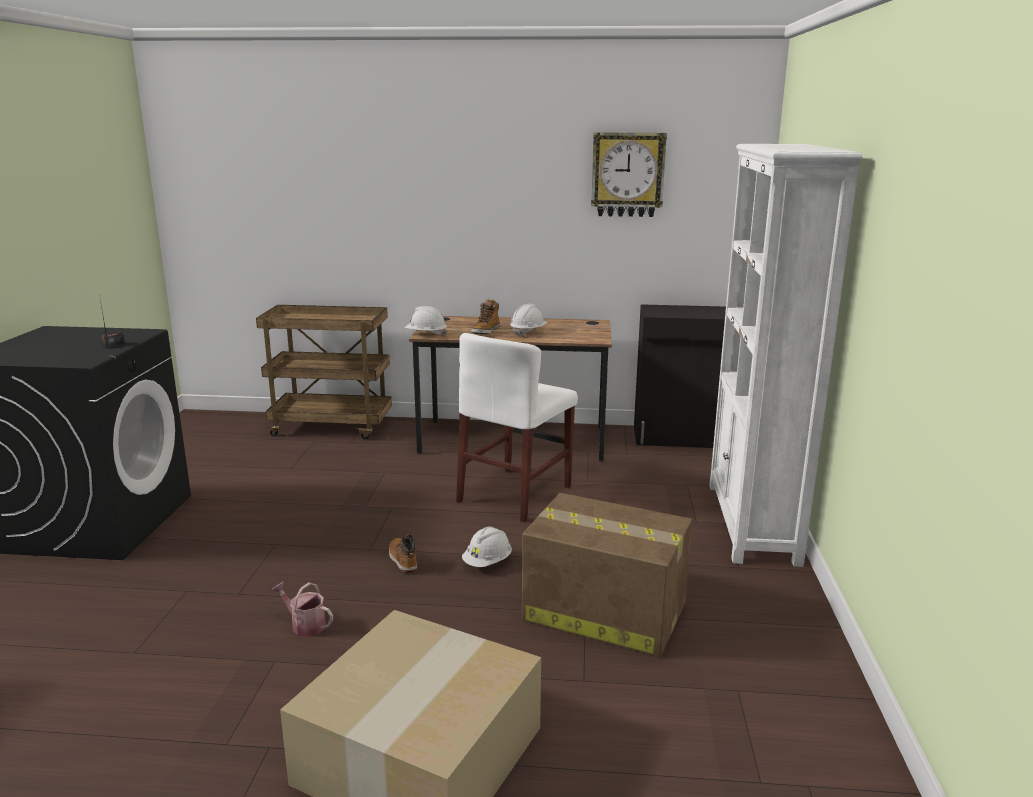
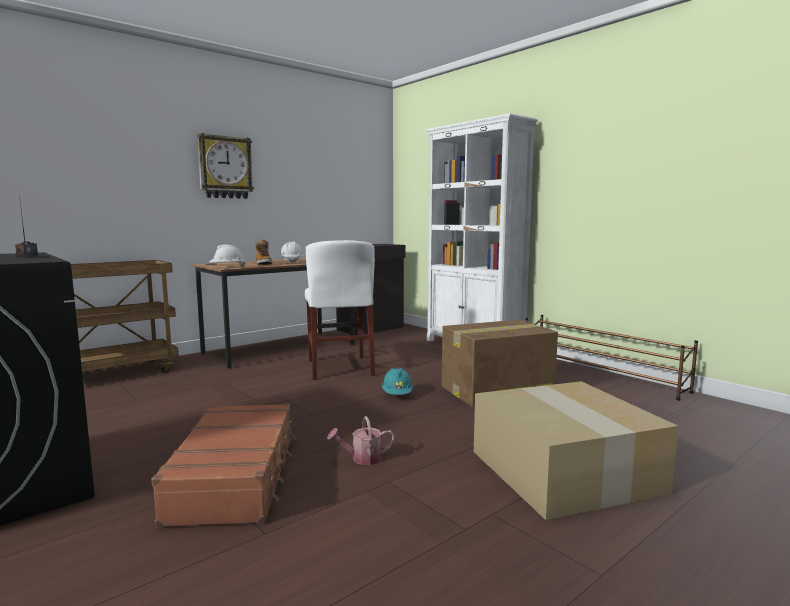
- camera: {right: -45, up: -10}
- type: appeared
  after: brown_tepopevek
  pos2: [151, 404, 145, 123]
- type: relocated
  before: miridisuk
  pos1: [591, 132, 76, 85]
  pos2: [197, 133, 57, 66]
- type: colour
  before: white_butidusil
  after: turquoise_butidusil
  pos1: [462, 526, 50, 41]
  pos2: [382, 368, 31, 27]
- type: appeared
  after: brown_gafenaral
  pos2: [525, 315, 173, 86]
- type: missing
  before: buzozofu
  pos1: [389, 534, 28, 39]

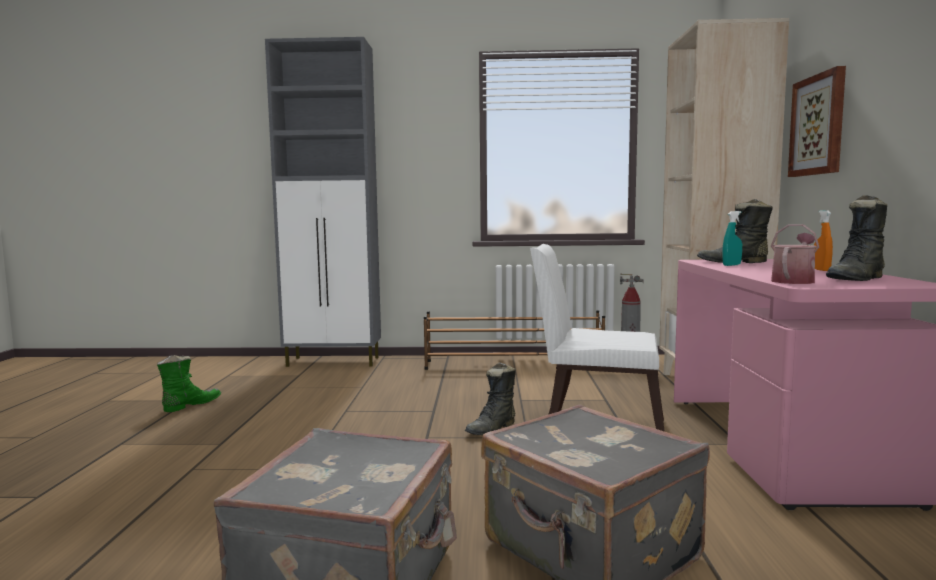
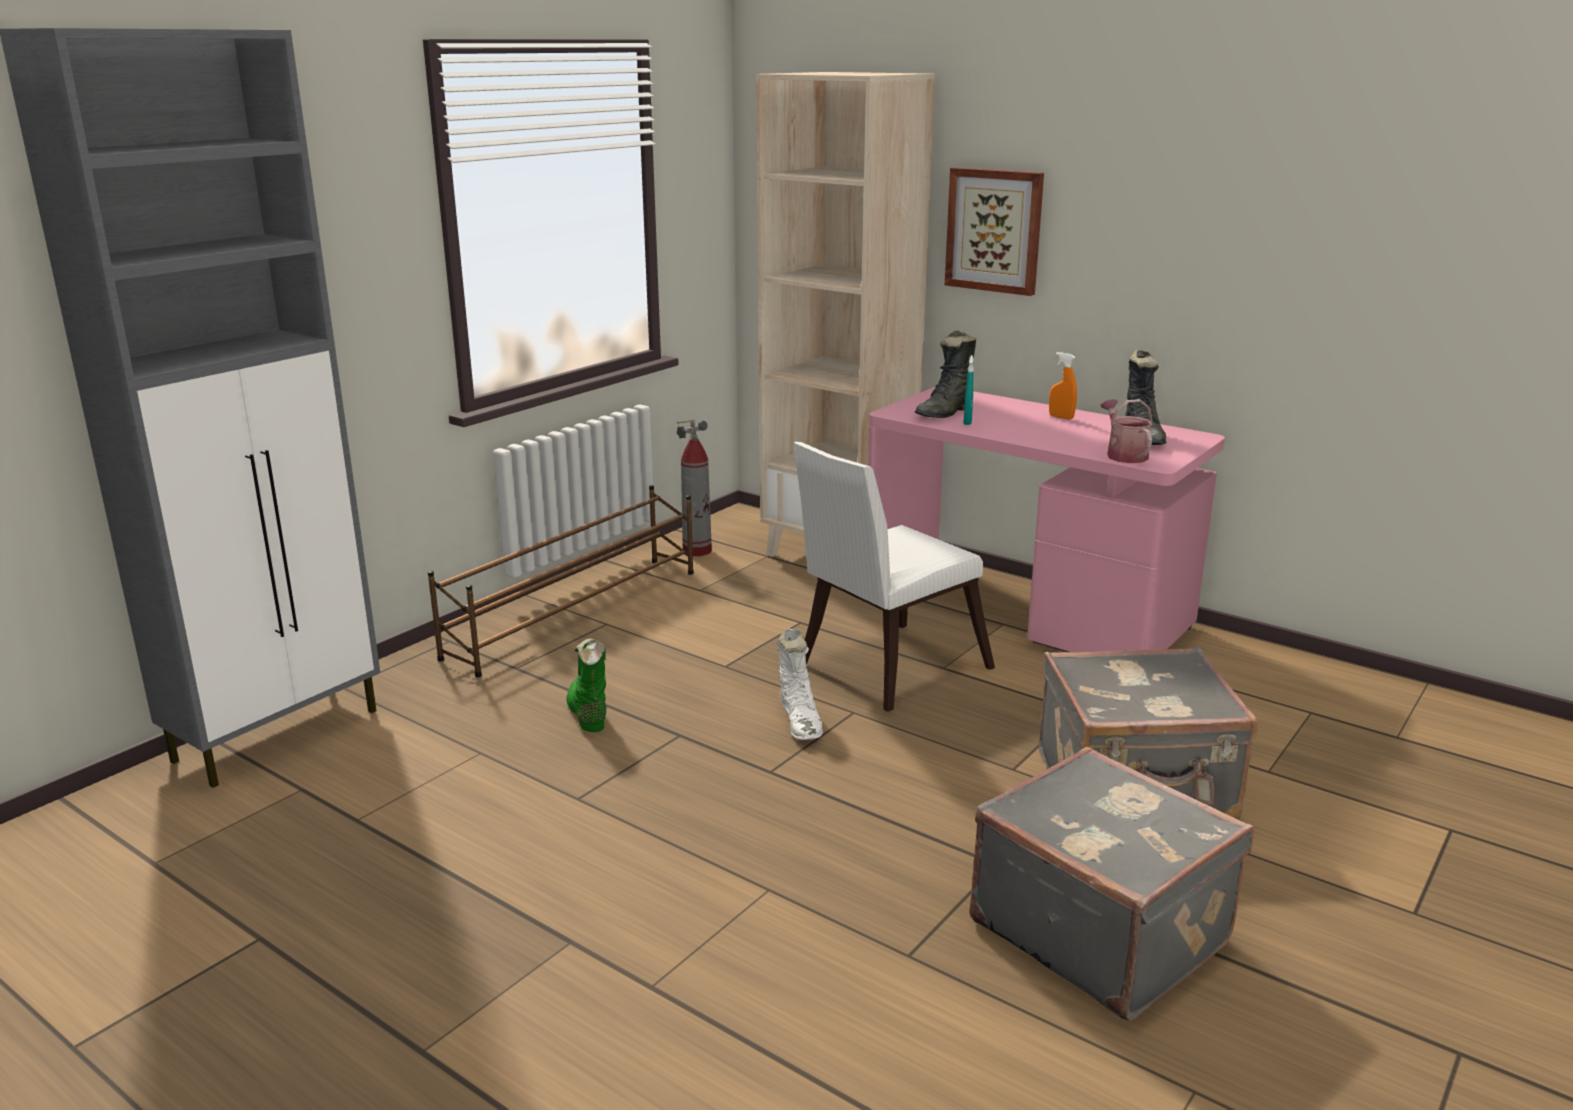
- camera: {right: -55, up: 15}
- type: relocated
  before: green_buzozofu
  pos1: [157, 355, 64, 57]
  pos2: [567, 638, 39, 94]
- type: colour
  before: black_buzozofu
  after: white_buzozofu
  pos1: [465, 362, 51, 73]
  pos2: [777, 628, 46, 112]

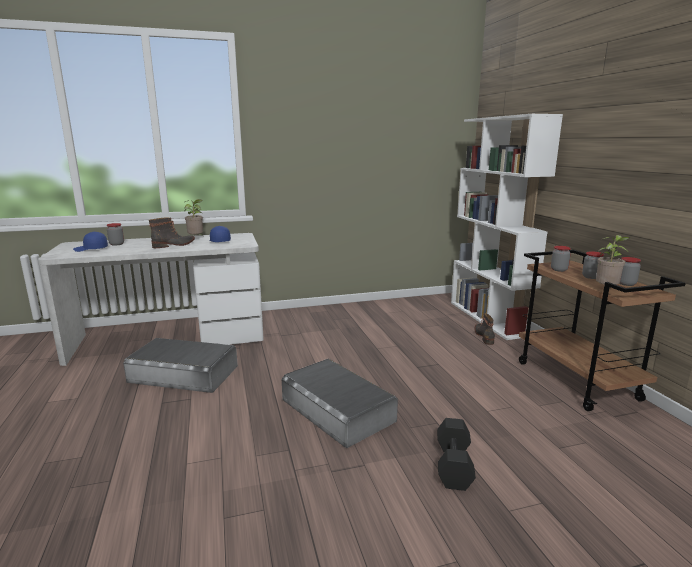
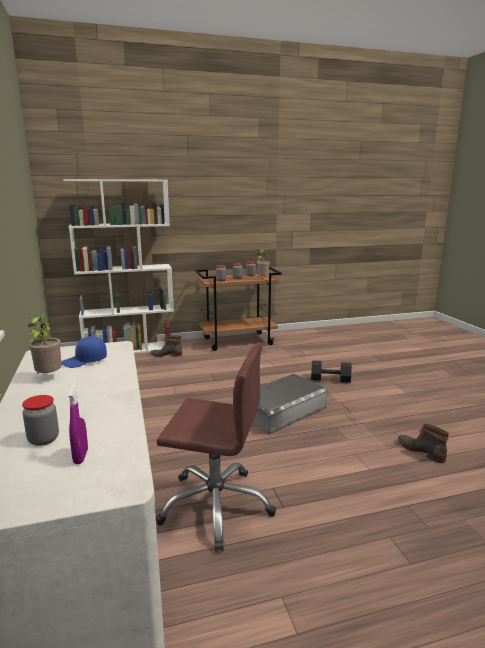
- camera: {right: -90, up: 0}
- type: exchanged
  before: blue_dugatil
  after: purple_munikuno
  pos1: [73, 232, 35, 20]
  pos2: [68, 382, 20, 82]
- type: exchanged
  before: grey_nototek
  after: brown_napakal
  pos1: [123, 338, 115, 55]
  pos2: [156, 342, 120, 209]
- type: relocated
  before: buzozofu
  pos1: [149, 217, 46, 31]
  pos2: [398, 423, 51, 40]

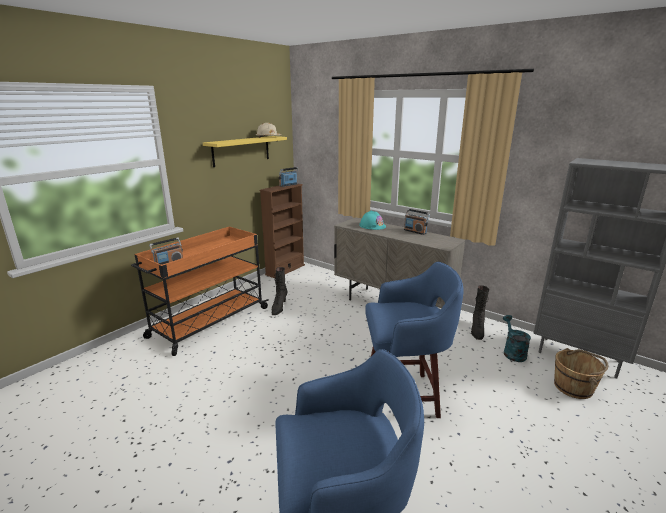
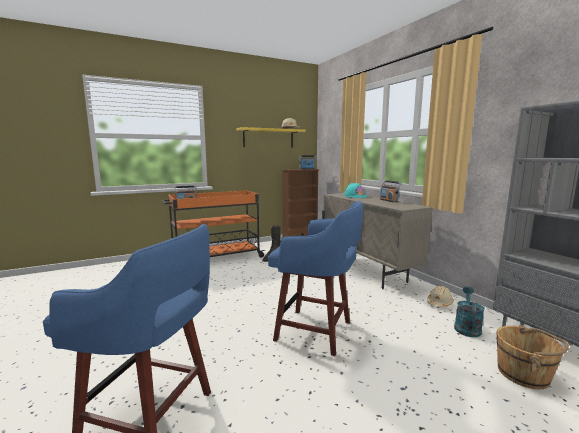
- camera: {right: 25, up: -10}
- type: exchanged
  before: black_buzozofu
  after: beige_butidusil
  pos1: [471, 285, 18, 55]
  pos2: [427, 286, 27, 21]

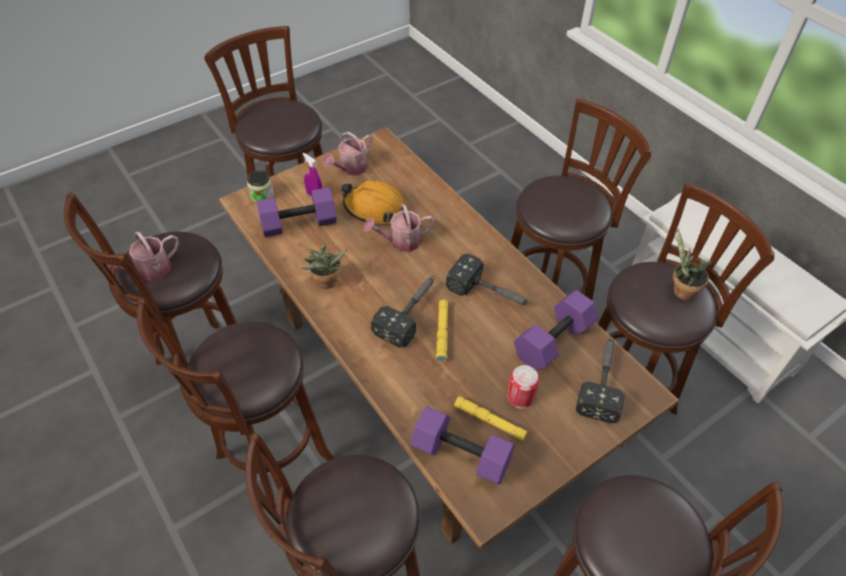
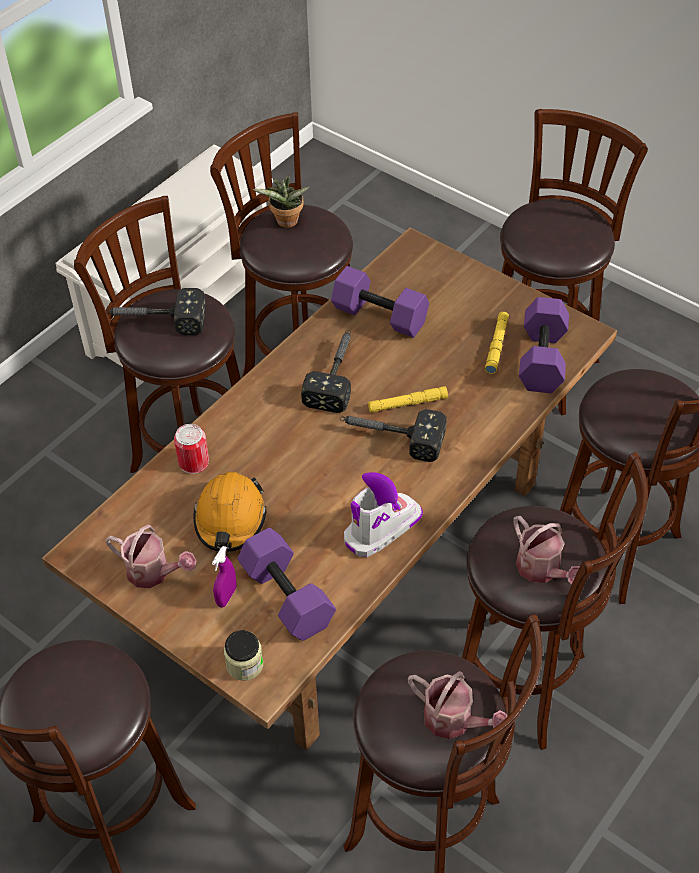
- camera: {right: -105, up: 0}
- type: relocated
  before: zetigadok
  pos1: [576, 337, 49, 86]
  pos2: [106, 288, 100, 47]
- type: relocated
  before: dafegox
  pos1: [507, 365, 33, 44]
  pos2: [174, 424, 35, 50]
- type: exchanged
  before: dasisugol
  after: buzozofu
  pos1: [301, 244, 47, 45]
  pos2: [344, 472, 79, 85]
- type: relocated
  before: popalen
  pos1: [364, 204, 71, 48]
  pos2: [513, 516, 67, 69]

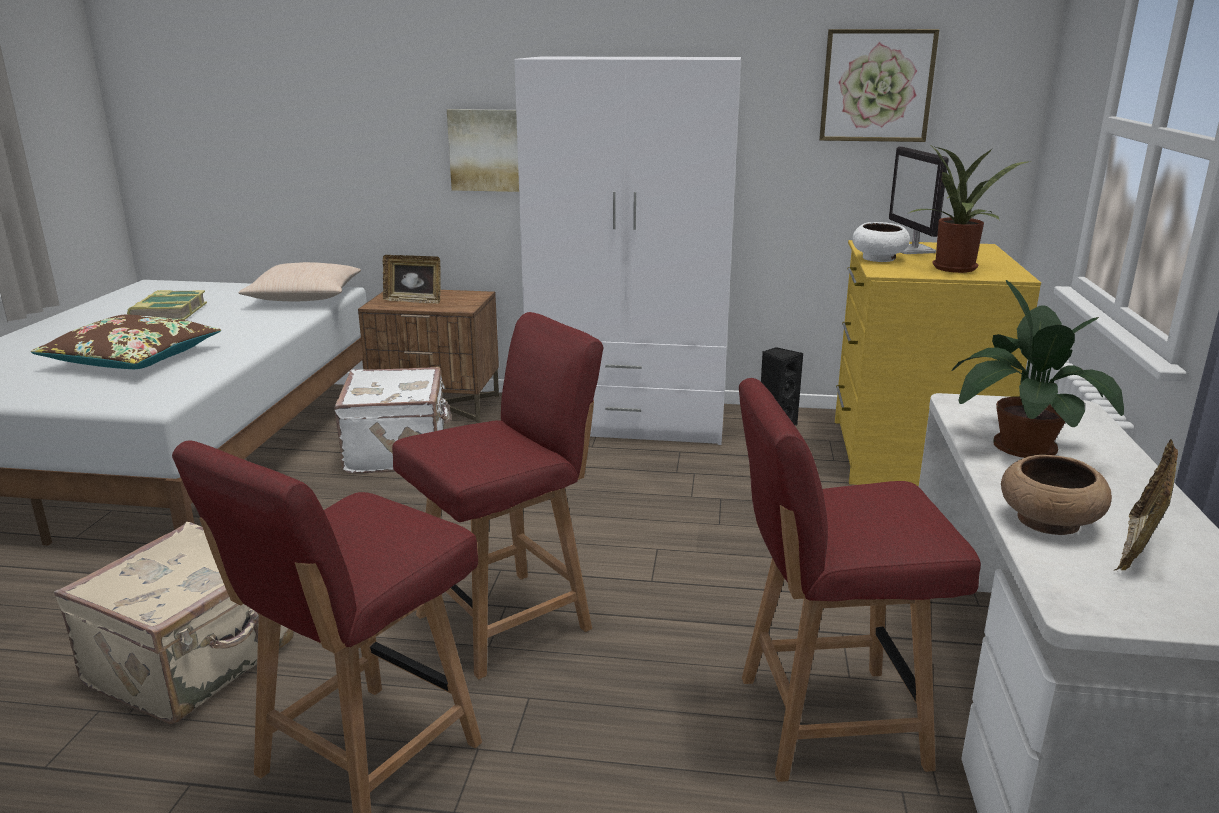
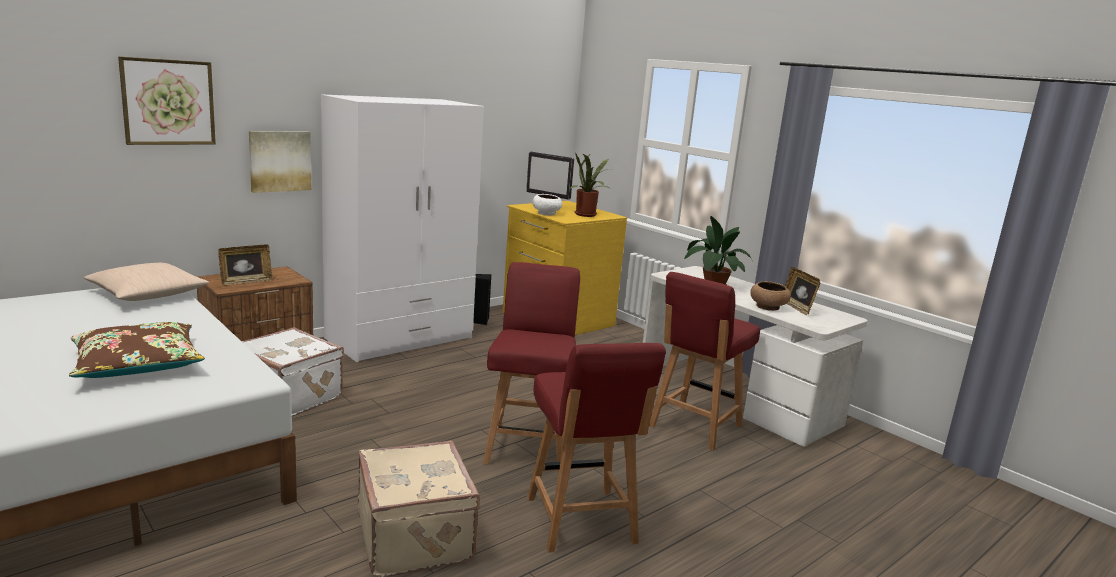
- camera: {right: -50, up: -5}
- type: relocated
  before: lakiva
  pos1: [819, 29, 120, 113]
  pos2: [118, 56, 98, 89]
- type: missing
  before: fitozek
  pos1: [127, 290, 80, 30]

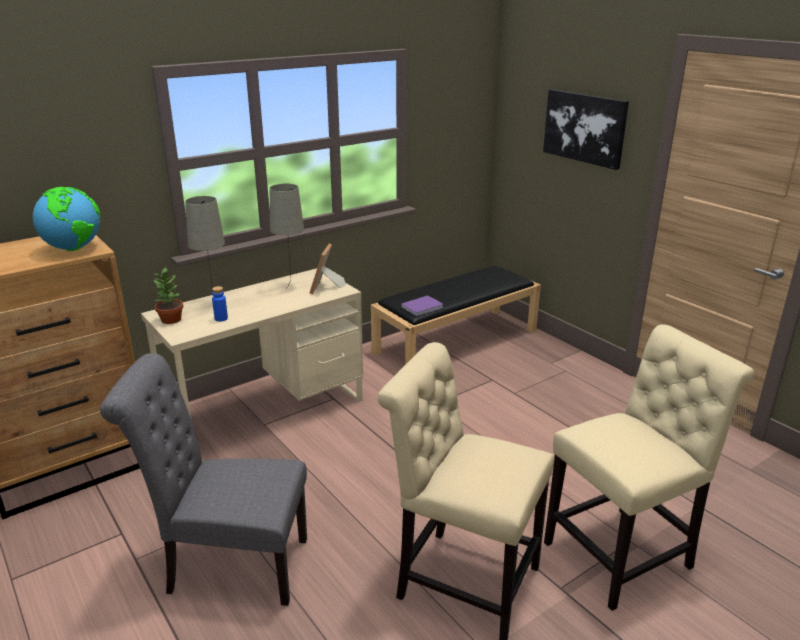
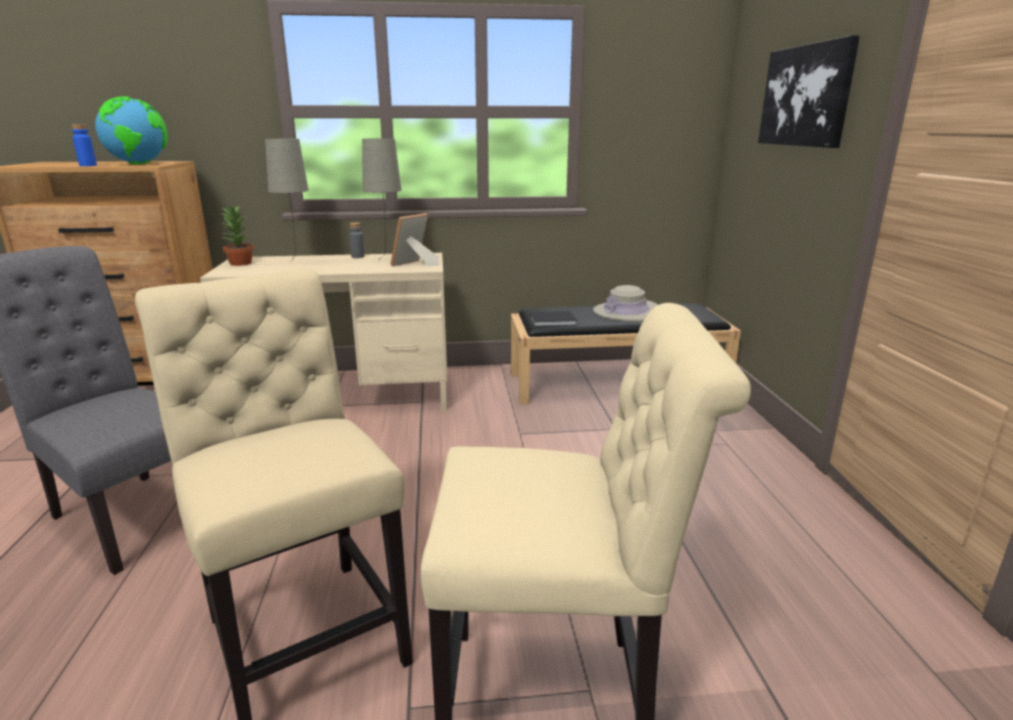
- camera: {right: 30, up: -5}
- type: relocated
  before: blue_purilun
  pos1: [212, 286, 16, 36]
  pos2: [71, 124, 26, 42]
- type: appeared
  after: grey_purilun
  pos2: [349, 222, 16, 36]
- type: colour
  before: purple_fitozek
  after: black_fitozek
  pos1: [401, 296, 43, 21]
  pos2: [530, 311, 47, 16]
- type: appeared
  after: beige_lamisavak
  pos2: [593, 285, 65, 37]

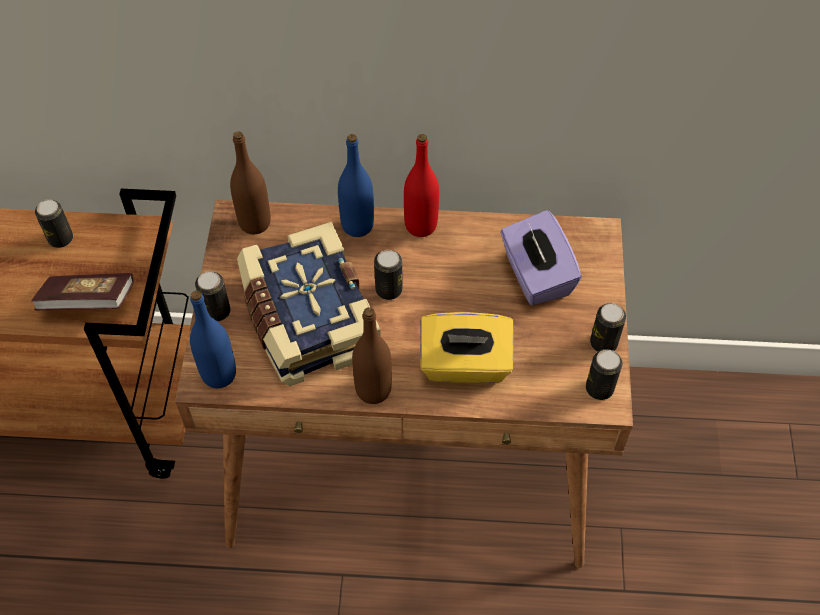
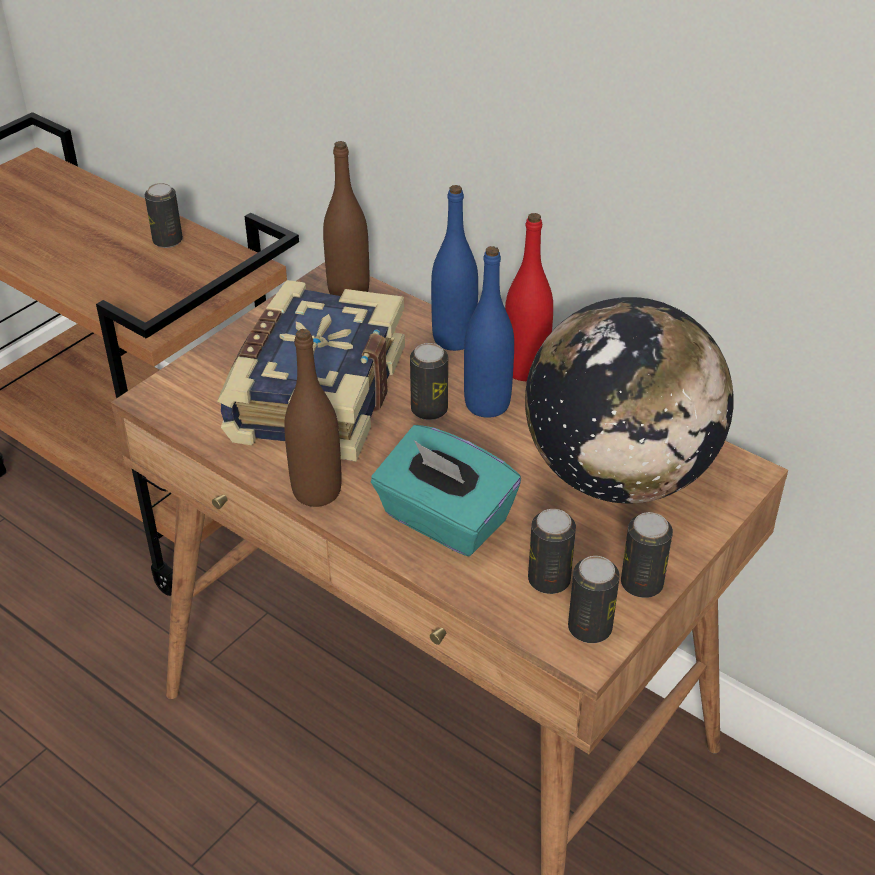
- camera: {right: 35, up: -15}
- type: colour
  before: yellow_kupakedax
  after: turquoise_kupakedax
  pos1: [421, 312, 92, 71]
  pos2: [371, 425, 150, 131]
- type: relocated
  before: blue_purilun
  pos1: [190, 291, 46, 97]
  pos2: [464, 246, 50, 172]
- type: exchanged
  before: purple_kupakedax
  after: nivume
  pos1: [500, 210, 82, 95]
  pos2: [525, 297, 208, 207]
- type: relocated
  before: dafegox
  pos1: [195, 271, 35, 51]
  pos2: [528, 509, 48, 85]
- type: missing
  before: fitozek
  pos1: [31, 273, 103, 37]

